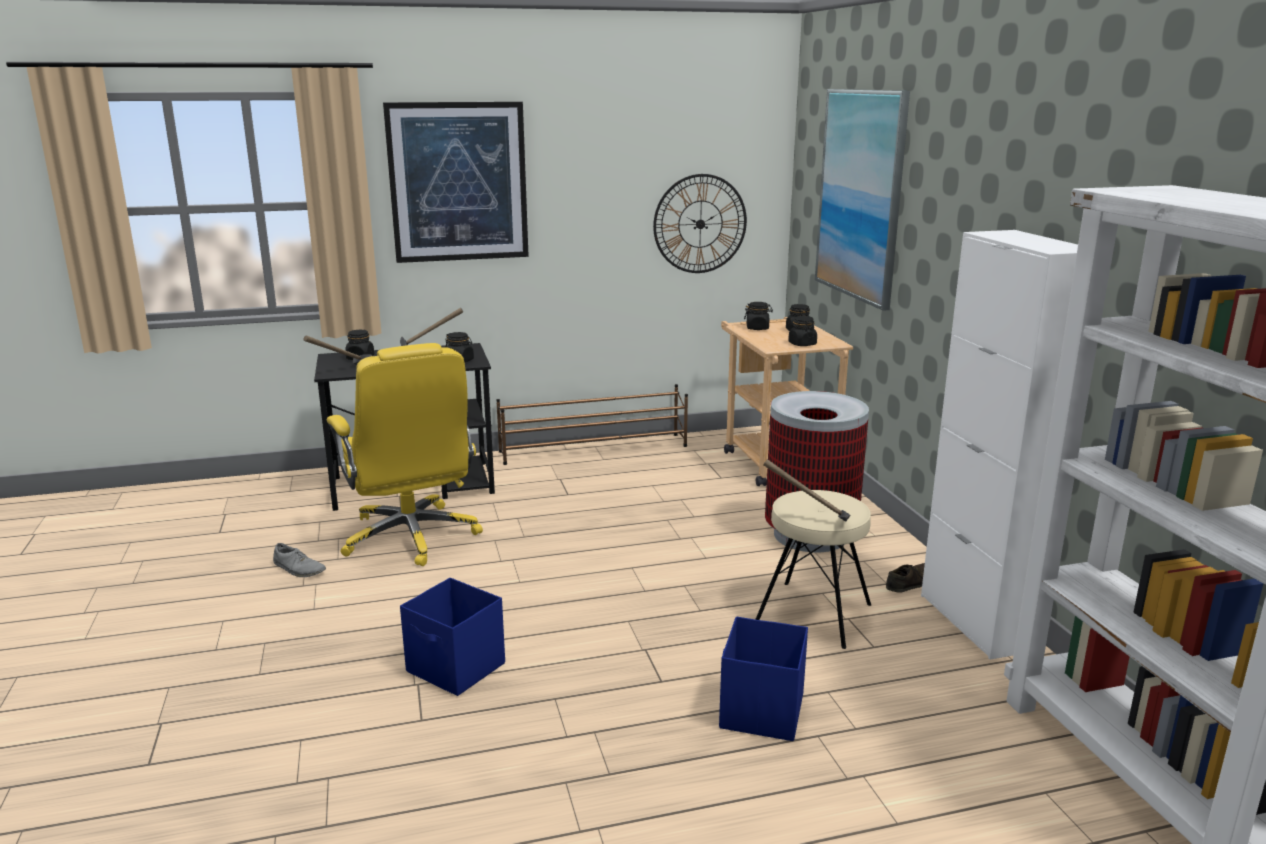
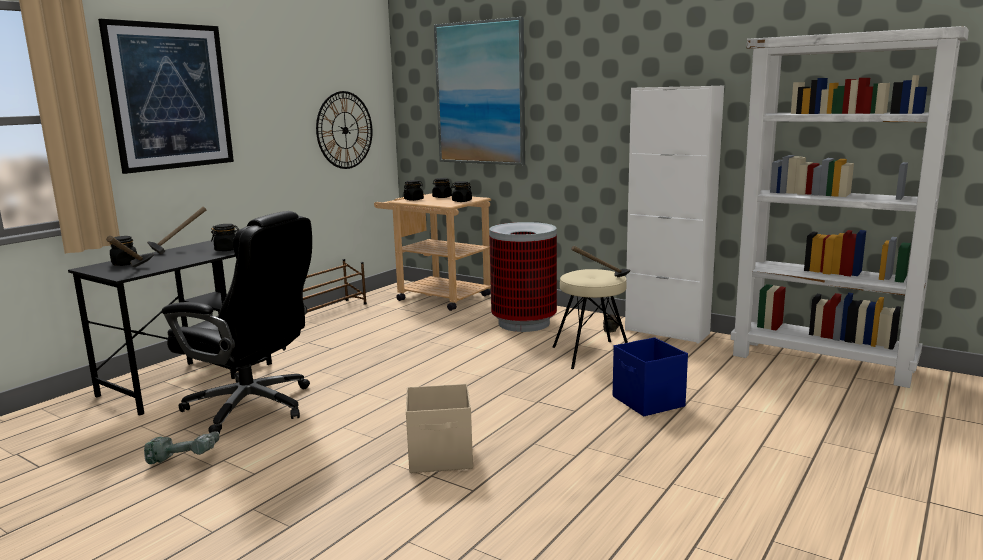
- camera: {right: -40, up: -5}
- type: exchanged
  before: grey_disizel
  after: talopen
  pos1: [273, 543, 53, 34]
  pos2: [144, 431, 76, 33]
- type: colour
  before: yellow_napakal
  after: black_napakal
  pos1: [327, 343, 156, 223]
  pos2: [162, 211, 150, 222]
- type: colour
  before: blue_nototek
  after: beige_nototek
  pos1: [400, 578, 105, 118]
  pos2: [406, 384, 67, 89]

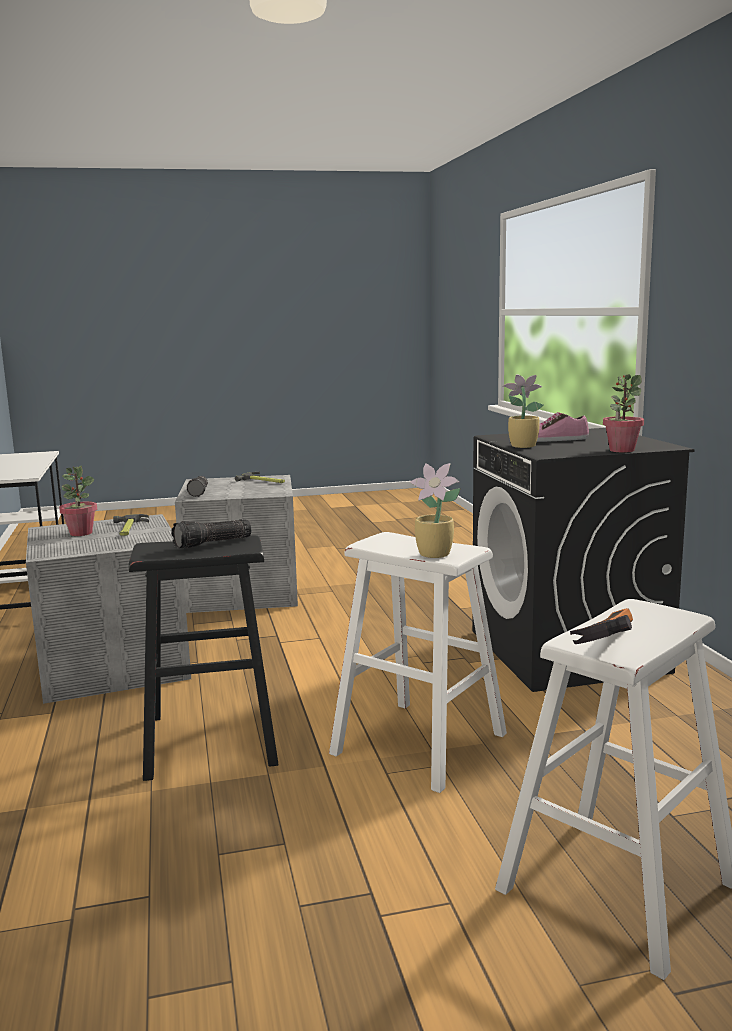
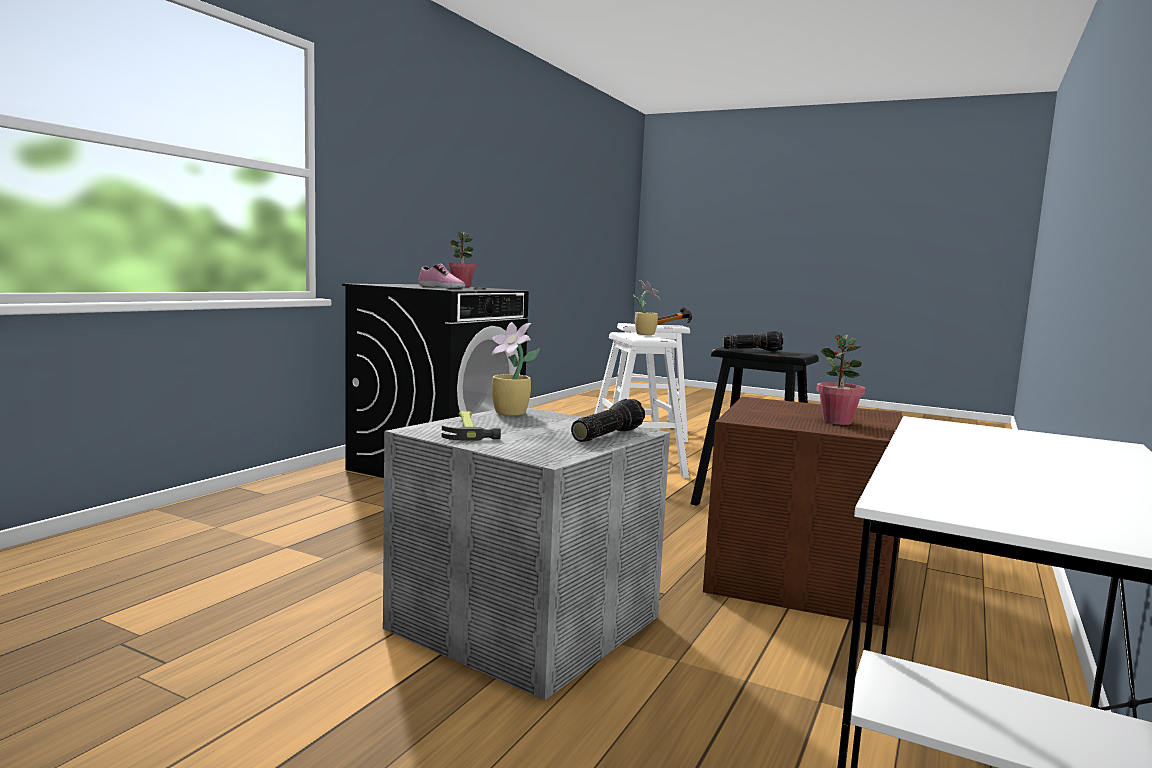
- camera: {right: -140, up: -5}
- type: relocated
  before: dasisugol
  pos1: [503, 374, 41, 74]
  pos2: [491, 322, 49, 94]
- type: colour
  before: grey_nototek
  after: brown_nototek
  pos1: [26, 514, 165, 190]
  pos2: [703, 397, 200, 231]
- type: missing
  before: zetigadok
  pos1: [113, 514, 36, 22]

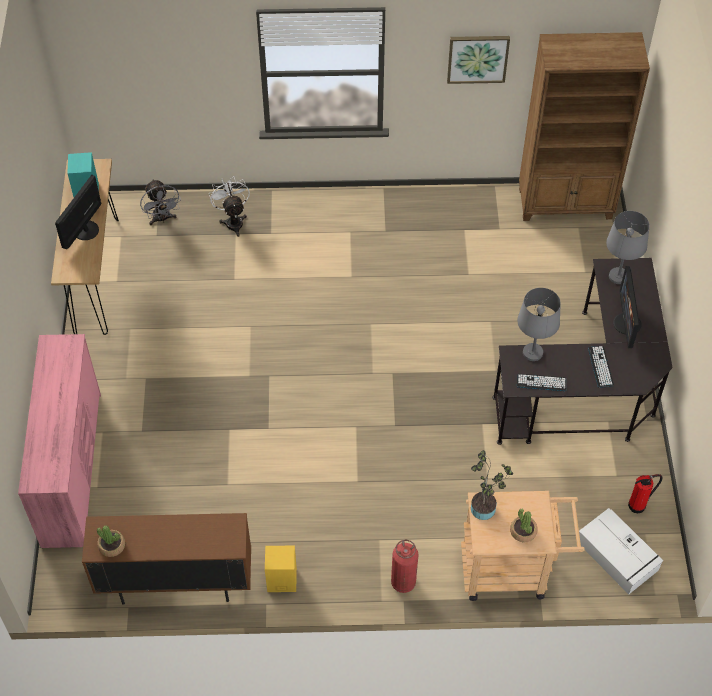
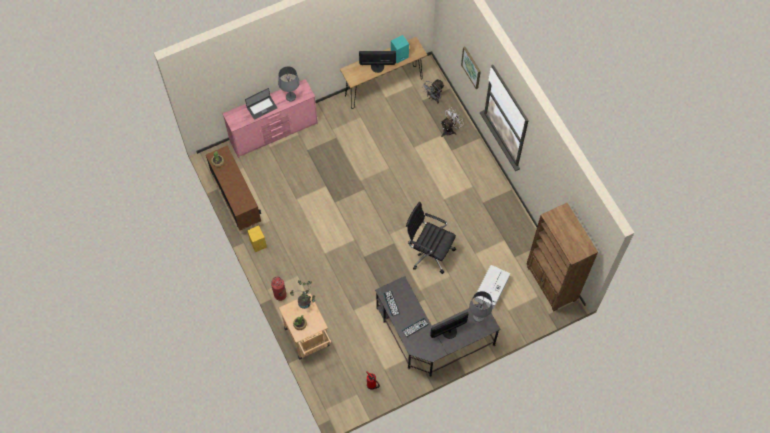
- camera: {right: 65, up: 10}
- type: appeared
  after: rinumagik
  pos2: [245, 88, 32, 32]
- type: relocated
  before: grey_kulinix
  pos1: [517, 288, 44, 73]
  pos2: [278, 66, 22, 35]
- type: appeared
  after: black_napakal
  pos2: [406, 202, 50, 72]
- type: relocated
  before: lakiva
  pos1: [447, 36, 63, 48]
  pos2: [461, 47, 20, 42]
- type: relocated
  before: white_nototek
  pos1: [579, 508, 84, 86]
  pos2: [474, 265, 36, 44]

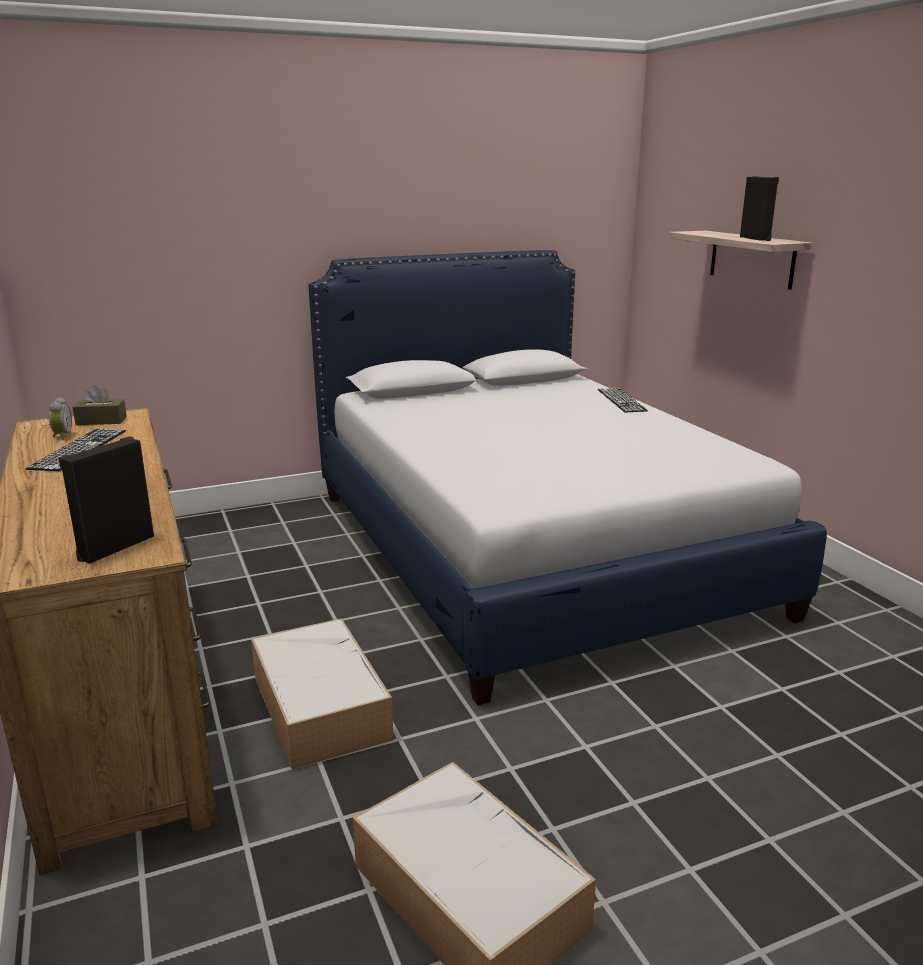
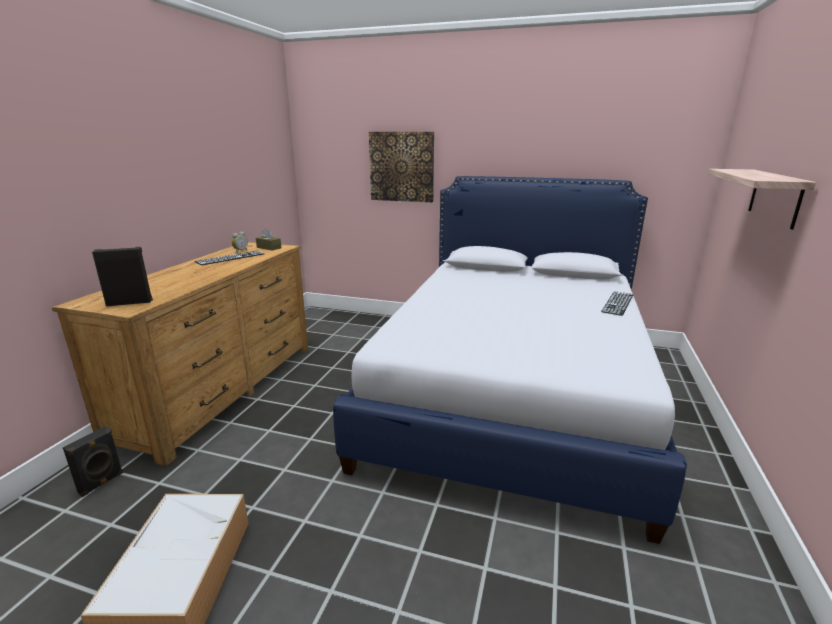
- camera: {right: 40, up: 0}
- type: relocated
  before: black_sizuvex
  pos1: [740, 176, 39, 65]
  pos2: [63, 426, 60, 71]
- type: appeared
  after: lakiva
  pos2: [369, 132, 65, 70]
- type: missing
  before: nototek
  pos1: [251, 618, 142, 152]

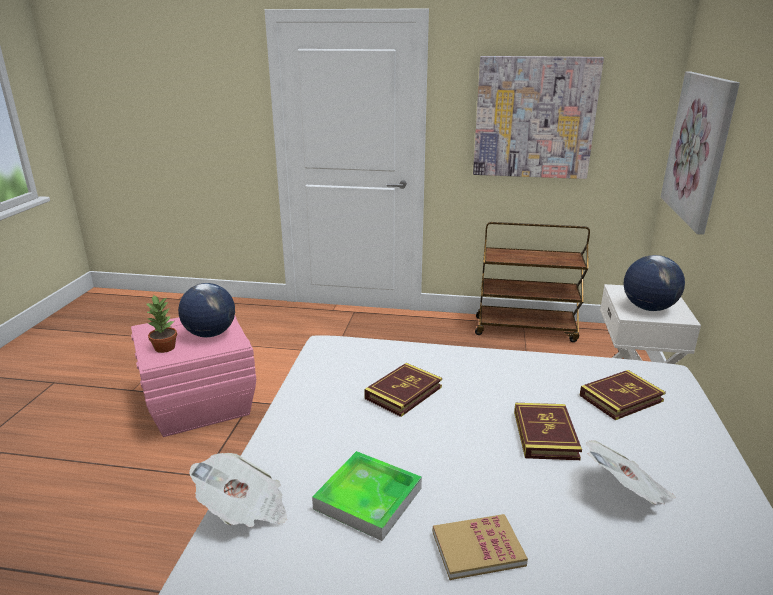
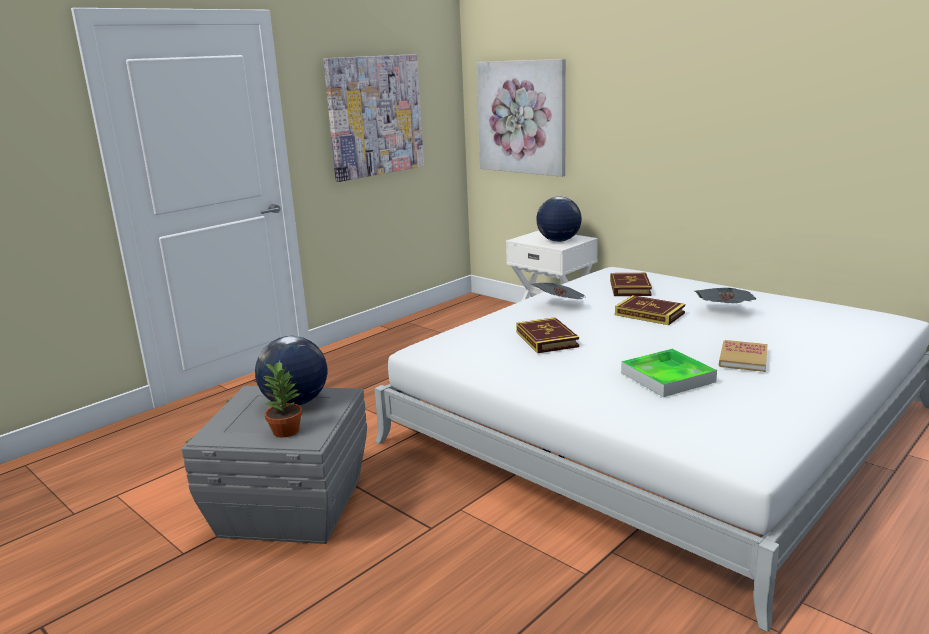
- camera: {right: -55, up: -5}
- type: colour
  before: pink_nototek
  after: grey_nototek
  pos1: [131, 316, 125, 121]
  pos2: [182, 386, 185, 158]
- type: relocated
  before: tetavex
  pos1: [189, 453, 98, 74]
  pos2: [531, 283, 54, 16]
- type: missing
  before: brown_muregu
  pos1: [475, 222, 115, 120]

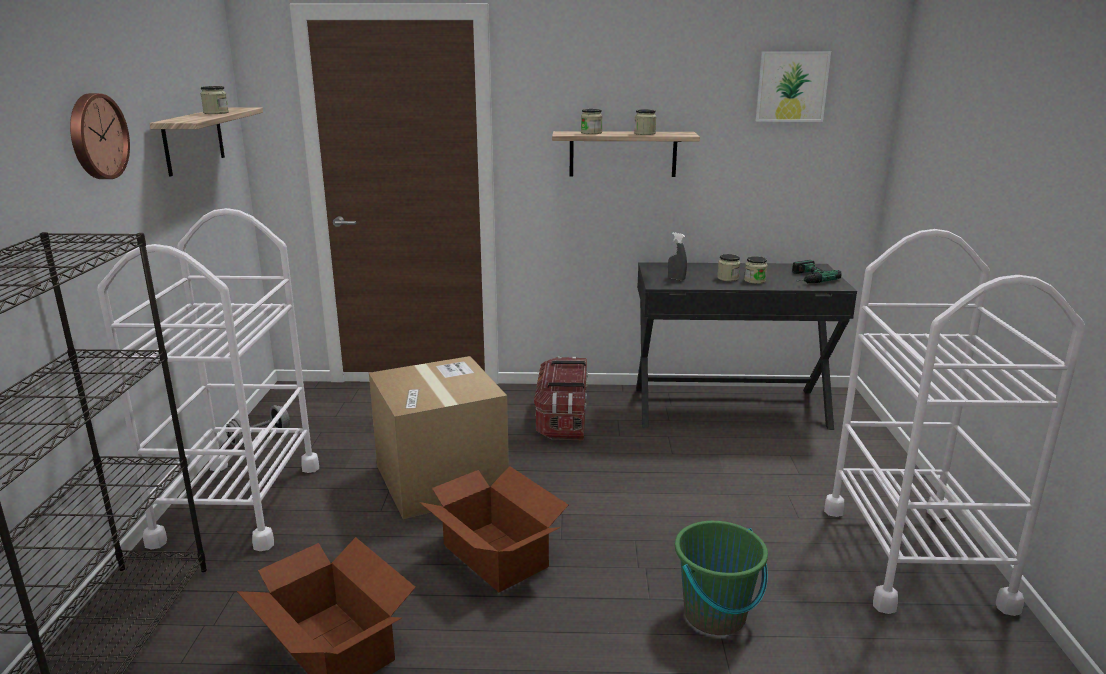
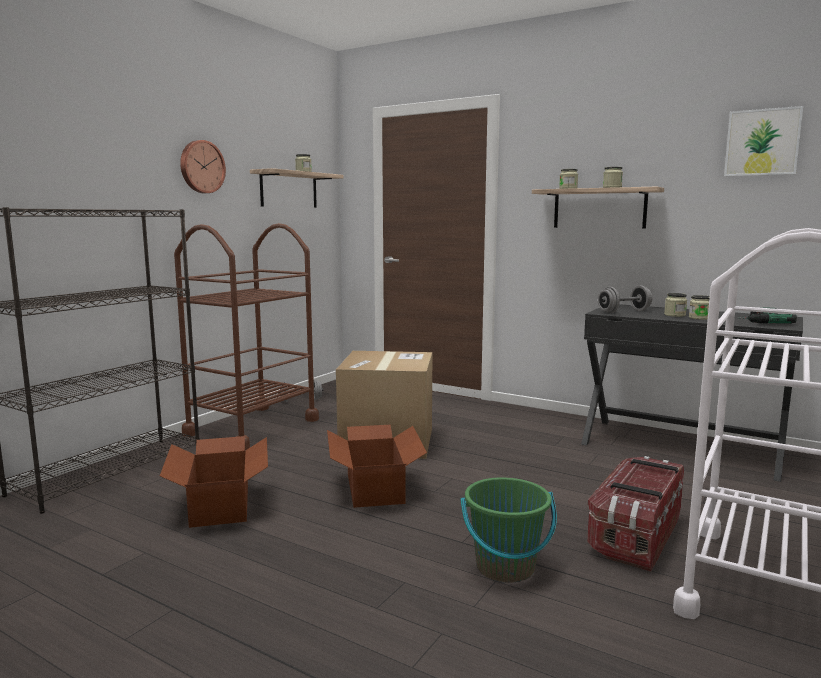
- camera: {right: 30, up: -10}
- type: colour
  before: white_muregu
  after: brown_muregu
  pos1: [97, 208, 222, 343]
  pos2: [174, 223, 145, 227]
- type: relocated
  before: nototek
  pos1: [534, 356, 54, 84]
  pos2: [587, 456, 97, 116]
- type: exchanged
  before: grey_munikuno
  after: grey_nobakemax
  pos1: [668, 232, 19, 49]
  pos2: [598, 285, 54, 28]

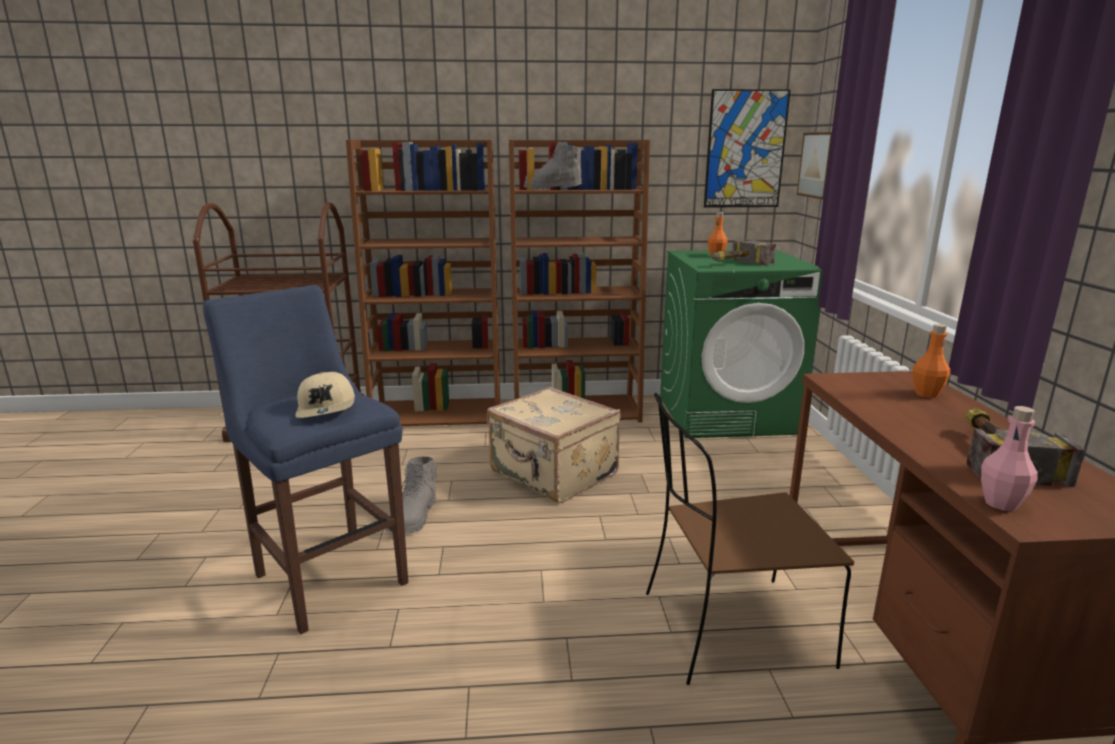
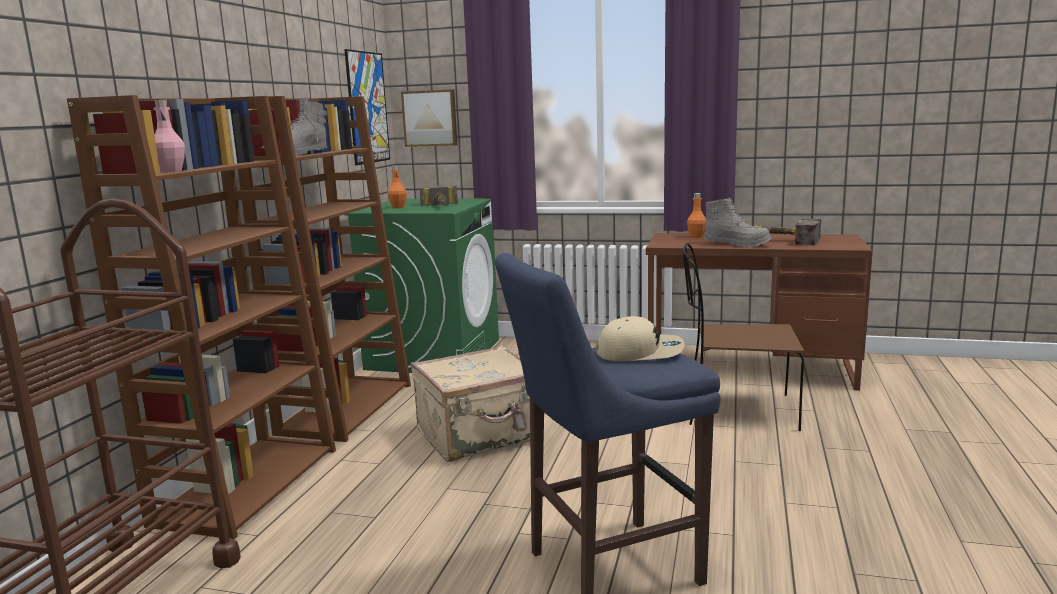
- camera: {right: -70, up: -5}
- type: relocated
  before: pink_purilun
  pos1: [981, 406, 57, 105]
  pos2: [153, 99, 32, 73]
- type: spun
  before: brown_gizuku
  pos1: [646, 393, 208, 292]
  pos2: [683, 243, 121, 188]
  turn: 90
- type: relocated
  before: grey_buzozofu
  pos1: [385, 456, 53, 78]
  pos2: [704, 197, 67, 50]

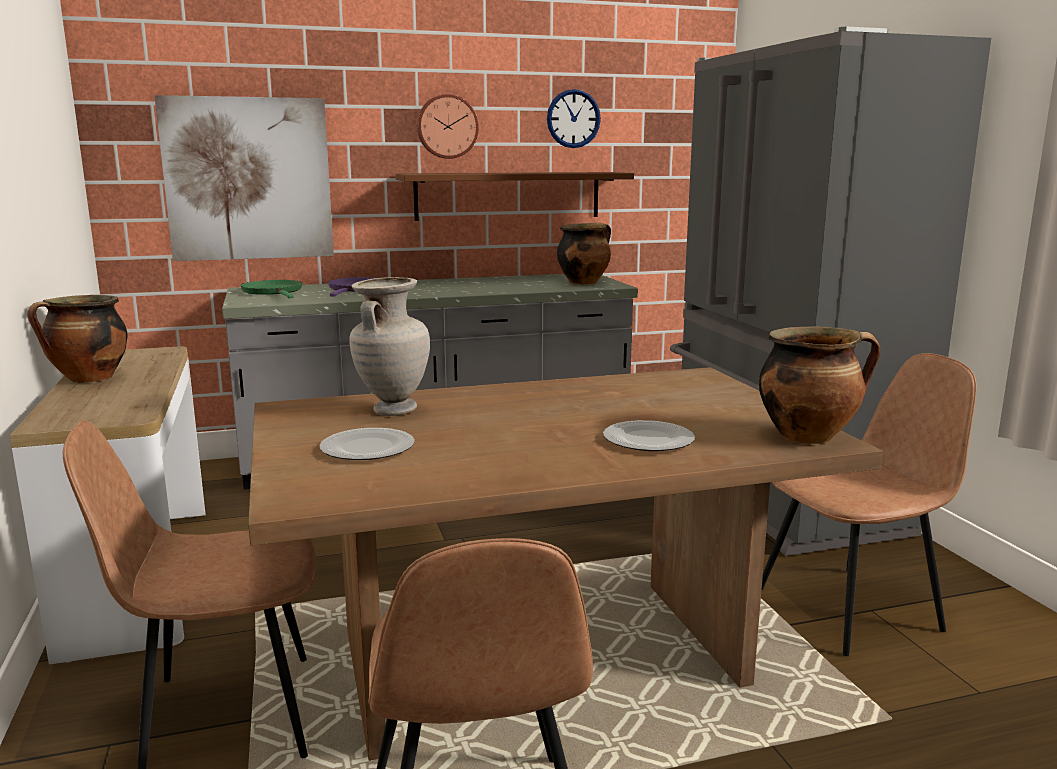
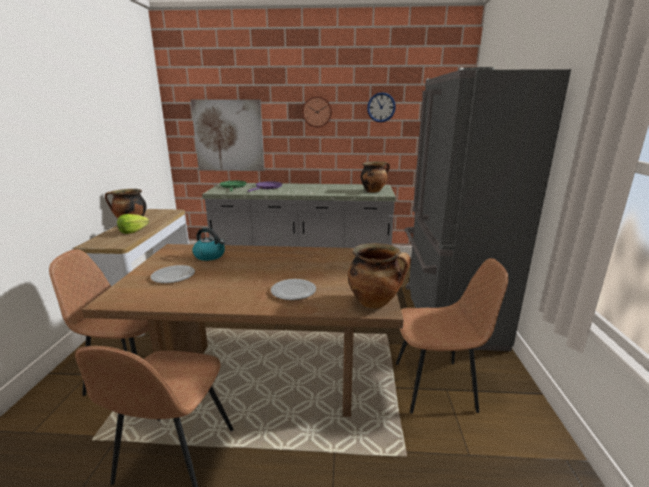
- camera: {right: 20, up: 5}
- type: appeared
  after: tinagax
  pos2: [117, 214, 32, 20]
- type: exchanged
  before: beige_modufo
  after: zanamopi
  pos1: [349, 277, 81, 139]
  pos2: [192, 228, 33, 33]
- type: missing
  before: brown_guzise
  pos1: [395, 172, 239, 49]

